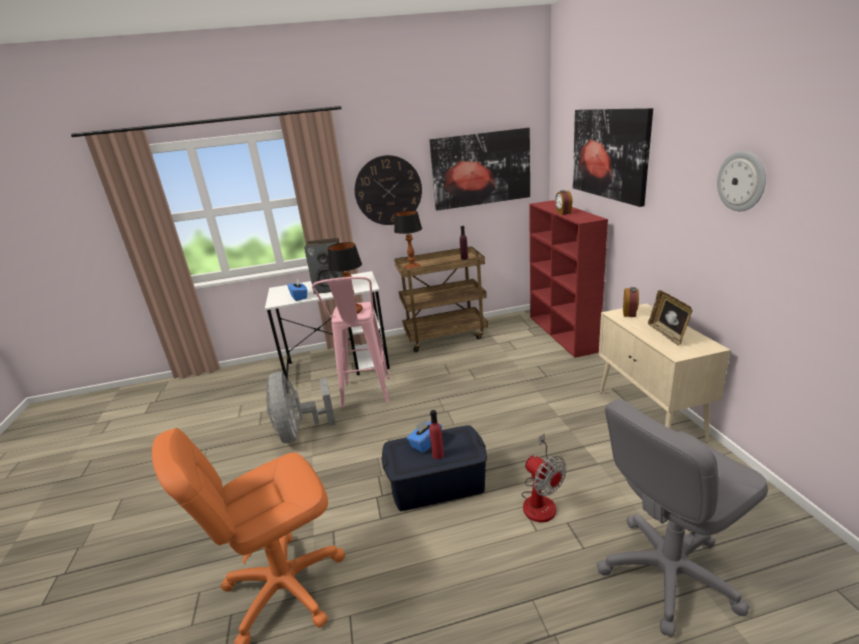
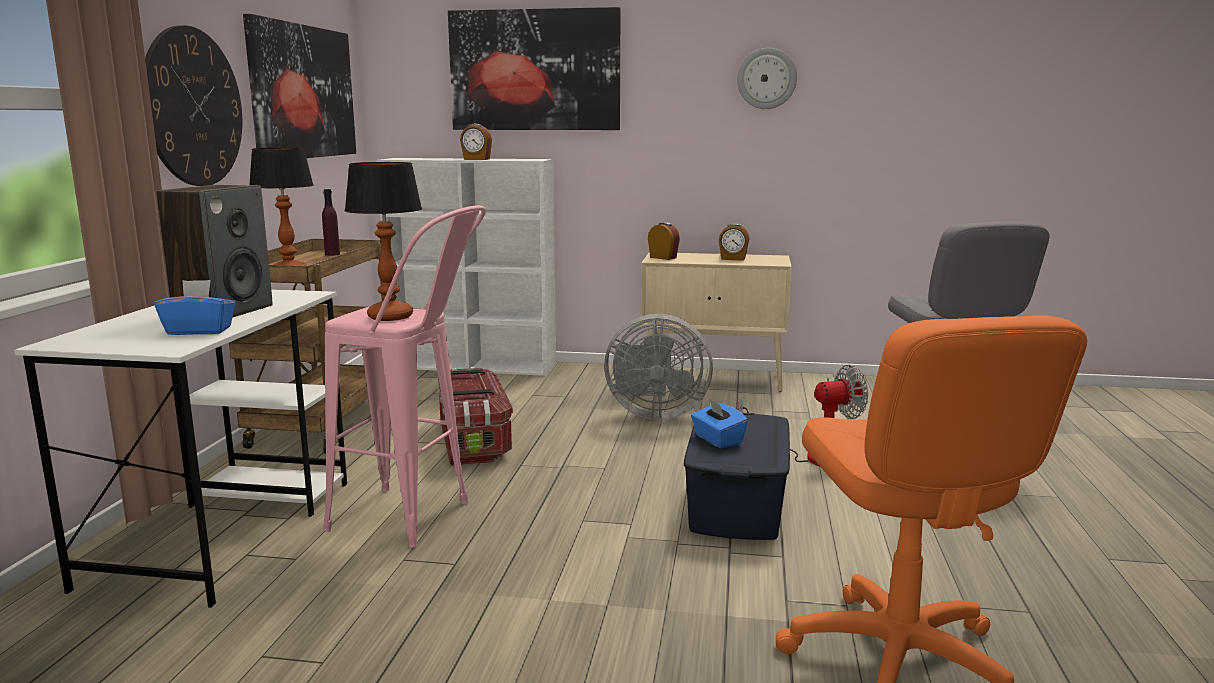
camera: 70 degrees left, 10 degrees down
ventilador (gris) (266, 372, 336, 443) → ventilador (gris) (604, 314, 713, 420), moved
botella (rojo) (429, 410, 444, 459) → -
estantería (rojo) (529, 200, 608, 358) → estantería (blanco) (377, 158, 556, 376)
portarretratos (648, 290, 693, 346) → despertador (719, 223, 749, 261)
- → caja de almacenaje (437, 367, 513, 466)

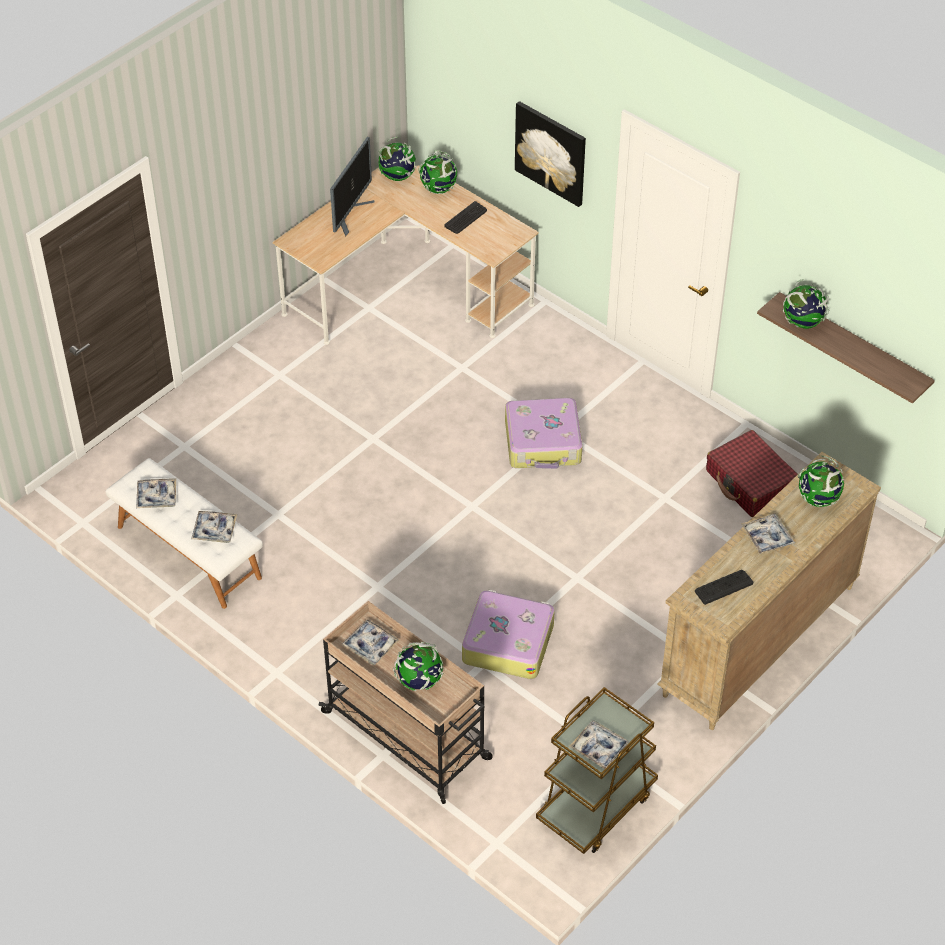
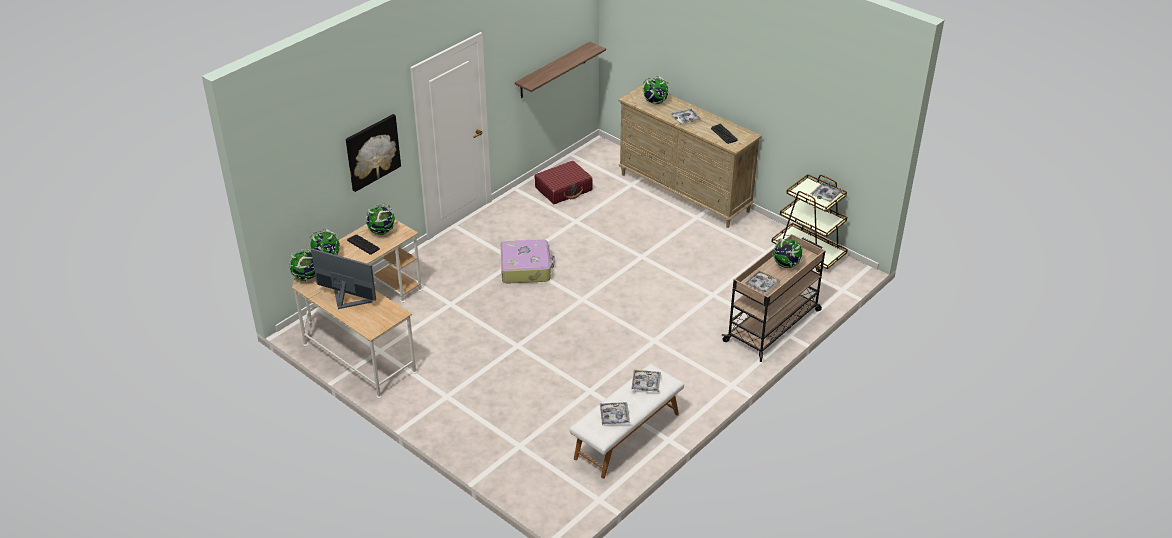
camera: 90 degrees left, 10 degrees down
maleta (462, 590, 555, 679) → -
globo terráqueo (783, 279, 830, 329) → globo terráqueo (366, 203, 395, 235), moved

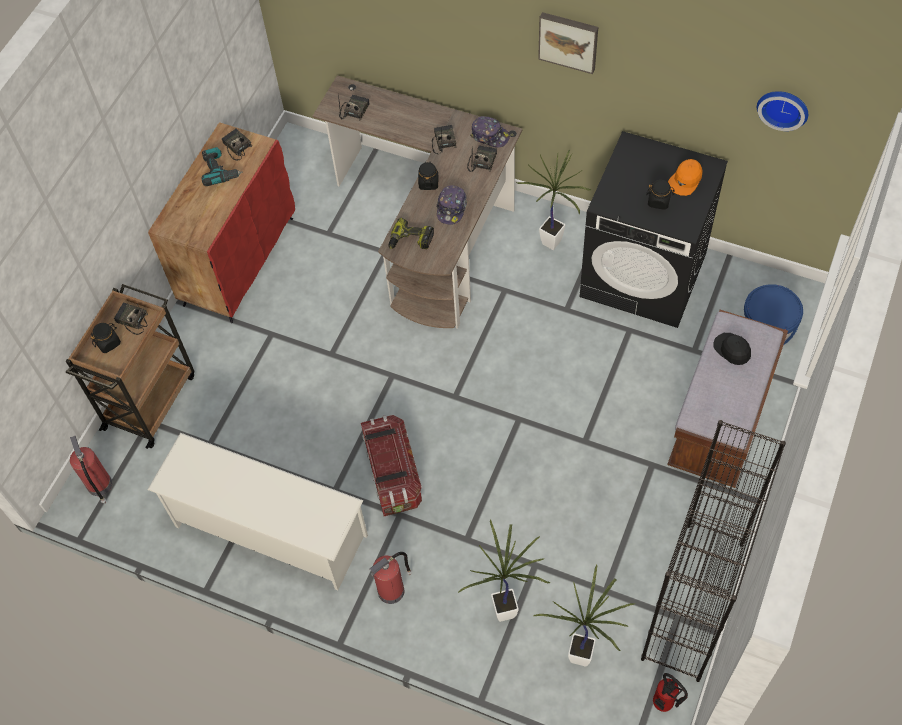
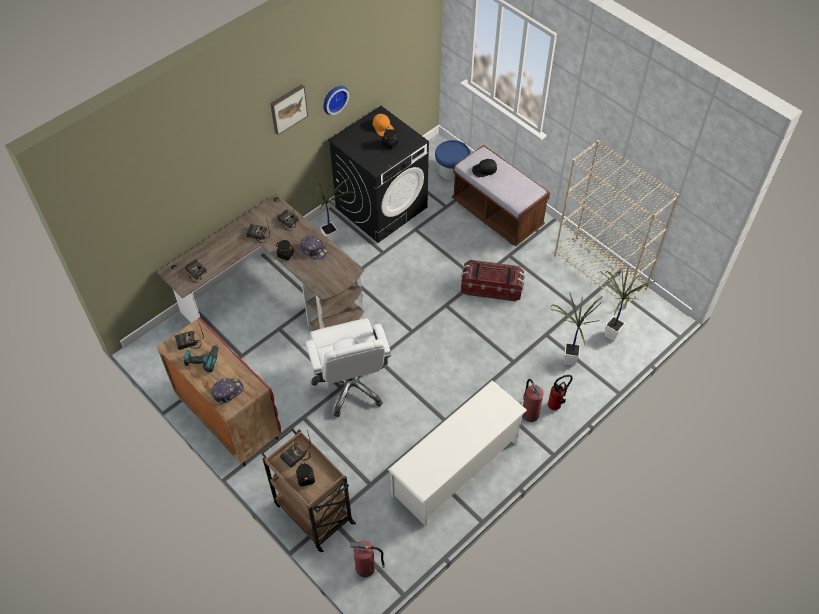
camera: 70 degrees left, 5 degrees down
caja de almacenaje (361, 415, 422, 516) → caja de almacenaje (461, 260, 525, 302), moved
taladro (388, 218, 434, 249) → -
gorra (470, 116, 510, 147) → gorra (212, 378, 244, 405), moved
estantería (negro) (641, 420, 786, 682) → estantería (beis) (554, 140, 679, 309)
extintor (653, 673, 688, 712) → extintor (548, 375, 573, 410), moved
reloj de pared (757, 91, 808, 131) → reloj de pared (324, 86, 349, 115), moved
- → silla de oficina (blanco) (305, 318, 391, 417)

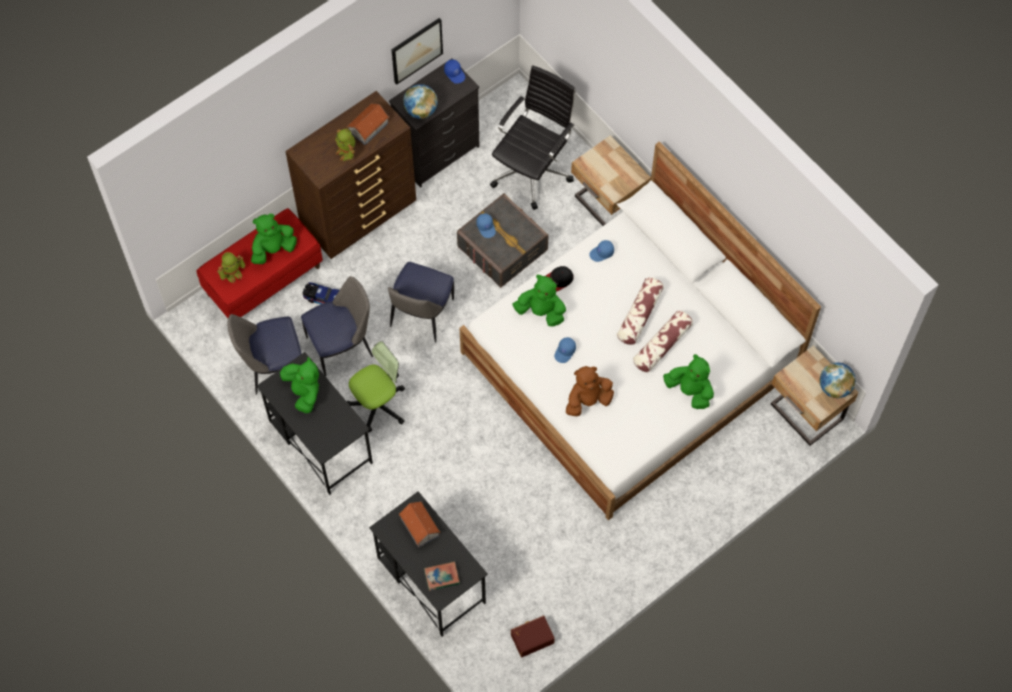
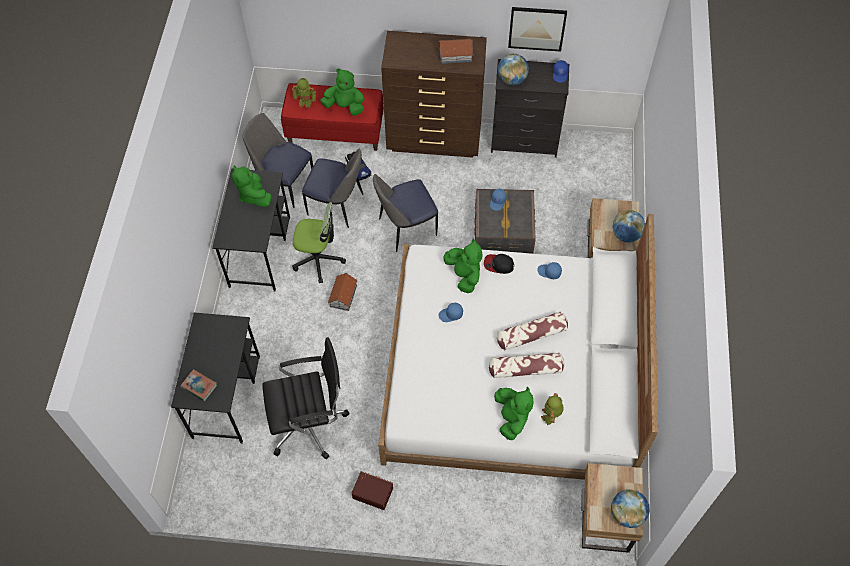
camera: 45 degrees right, 5 degrees down
peluche (verde) (280, 357, 319, 413) → peluche (verde) (232, 165, 272, 207), 135 degrees clockwise
robot de juguete (335, 129, 355, 161) → robot de juguete (541, 393, 564, 425), moved
casita (399, 501, 440, 548) → casita (328, 273, 357, 311), moved
silla de oficina (negro) (490, 66, 576, 210) → silla de oficina (negro) (262, 337, 350, 459), moved
caja de almacenaje (marrón) (511, 615, 555, 657) → caja de almacenaje (marrón) (352, 471, 393, 510), moved
peluche (marrón) (566, 366, 614, 416) → -
- → globo terráqueo (612, 210, 645, 242)

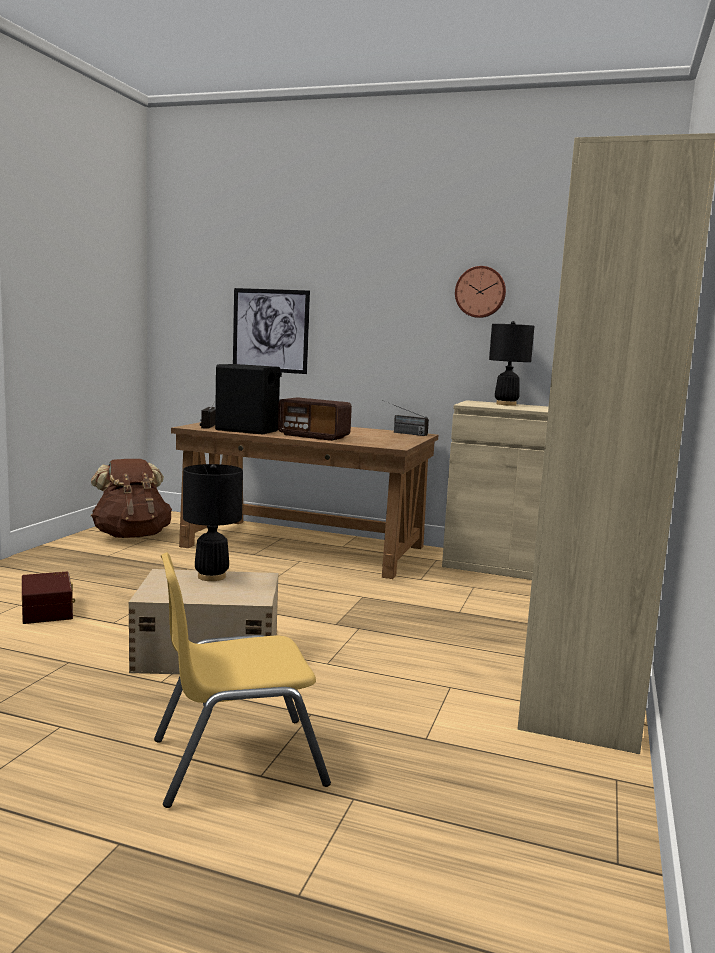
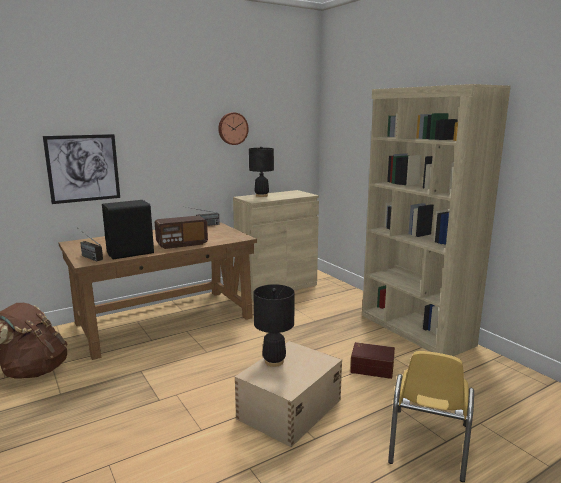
camera: 50 degrees left, 5 degrees up
caja de almacenaje (marrón) (22, 572, 75, 624) → caja de almacenaje (marrón) (350, 342, 395, 379), moved

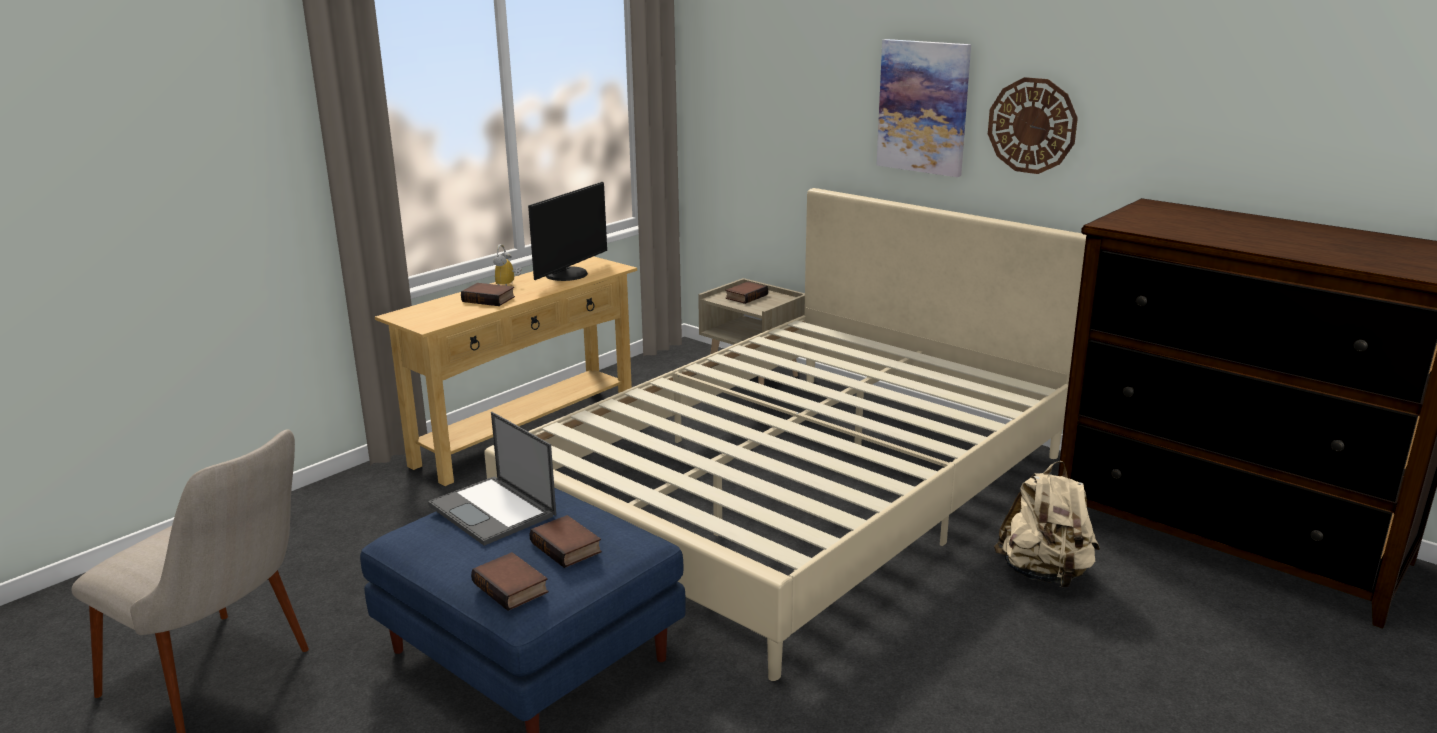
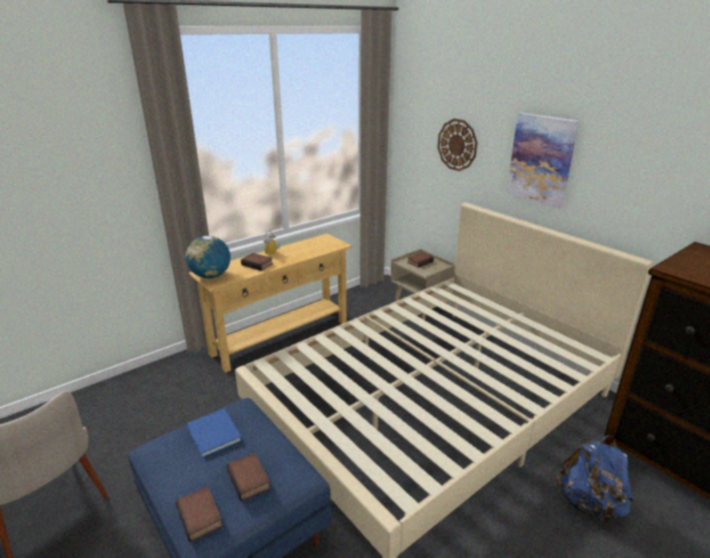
camera: 10 degrees right, 5 degrees up
portátil (428, 412, 556, 546) → libro (azul) (187, 409, 242, 458)
monitor (528, 182, 607, 281) → -
reloj de pared (988, 77, 1078, 174) → reloj de pared (438, 119, 477, 171), moved
mochila (beis) (994, 461, 1100, 588) → mochila (azul) (556, 435, 634, 523)
- → globo terráqueo (186, 236, 231, 278)

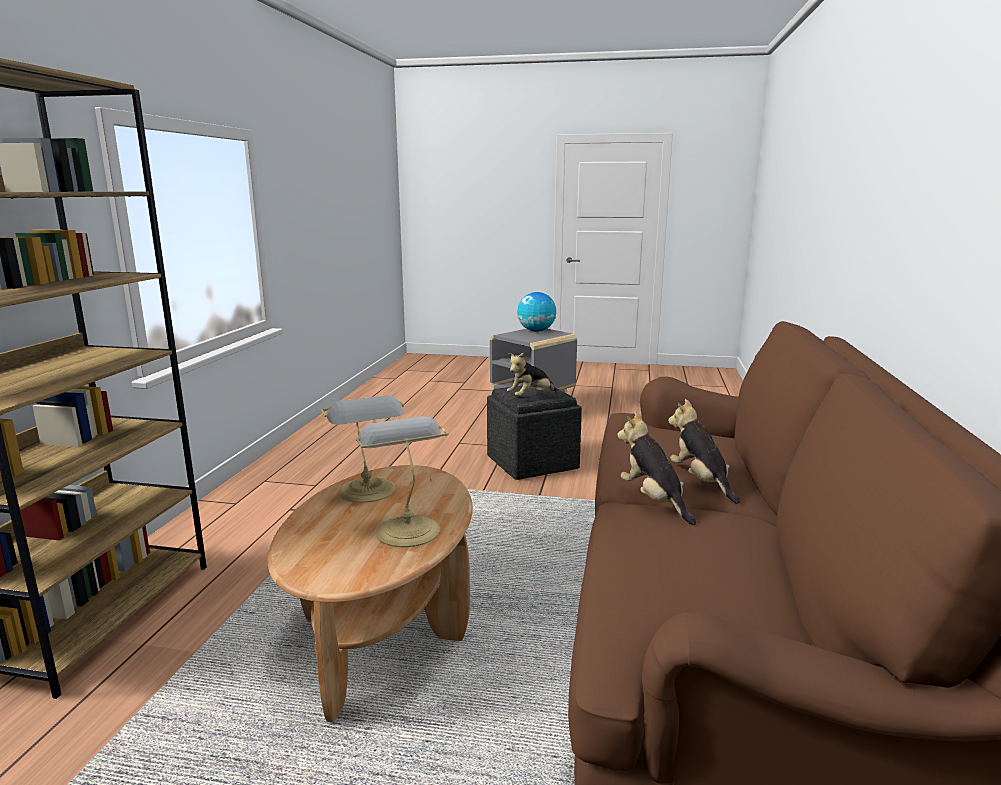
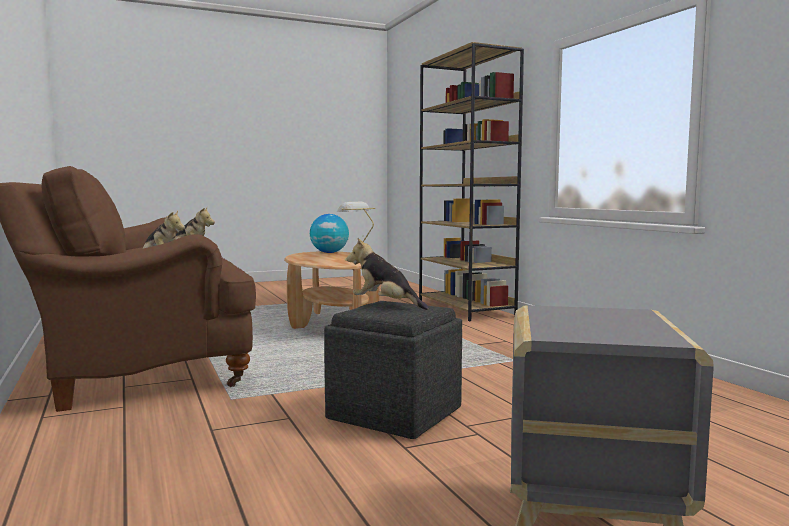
camera: 145 degrees right, 10 degrees down
lámpara de mesa (355, 416, 449, 547) → -
peluche (507, 352, 556, 396) → peluche (347, 238, 429, 310), 75 degrees counterclockwise
globo terráqueo (517, 292, 556, 332) → globo terráqueo (310, 214, 349, 253), moved

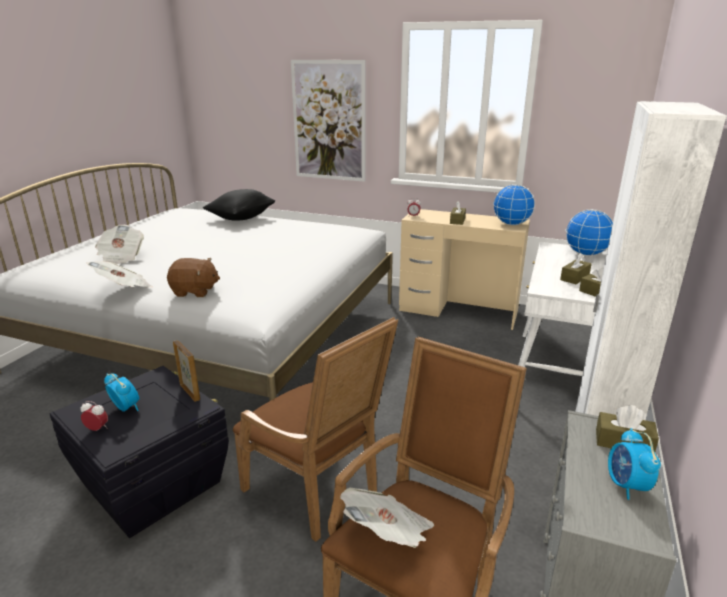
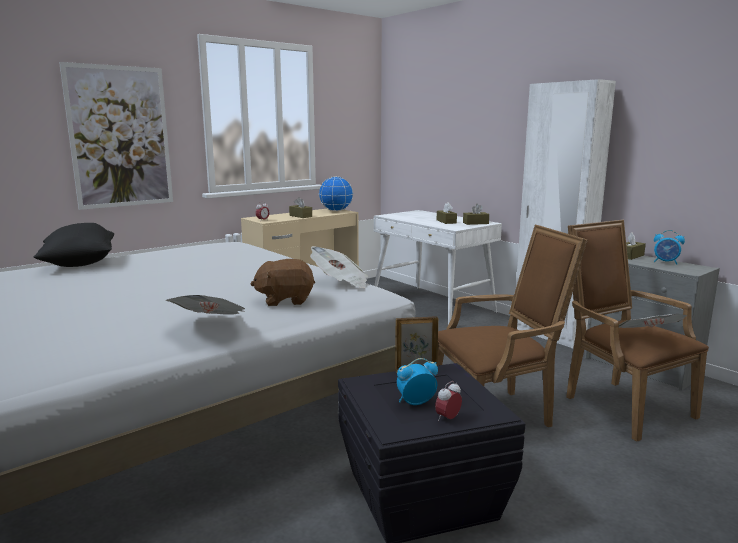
camera: 60 degrees left, 10 degrees down
periódico (95, 225, 144, 264) → periódico (310, 246, 368, 288), moved
peluche (marrón) (167, 258, 220, 297) → peluche (marrón) (250, 259, 315, 306), 135 degrees counterclockwise
globo terráqueo (566, 209, 613, 256) → -

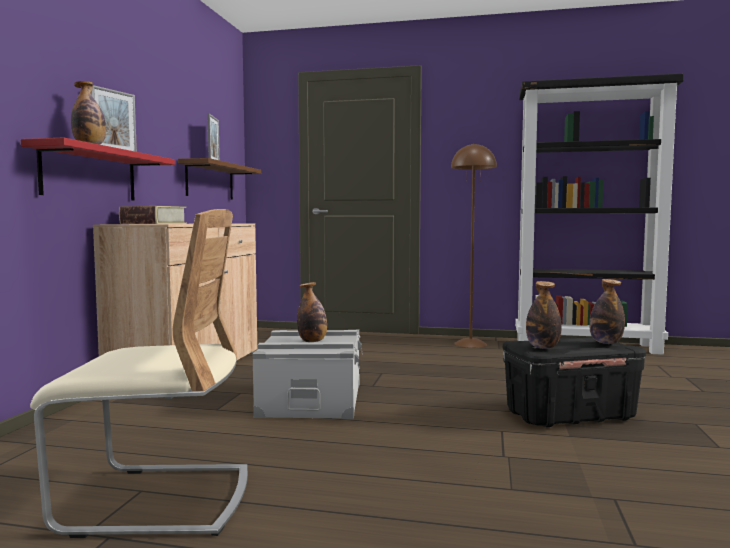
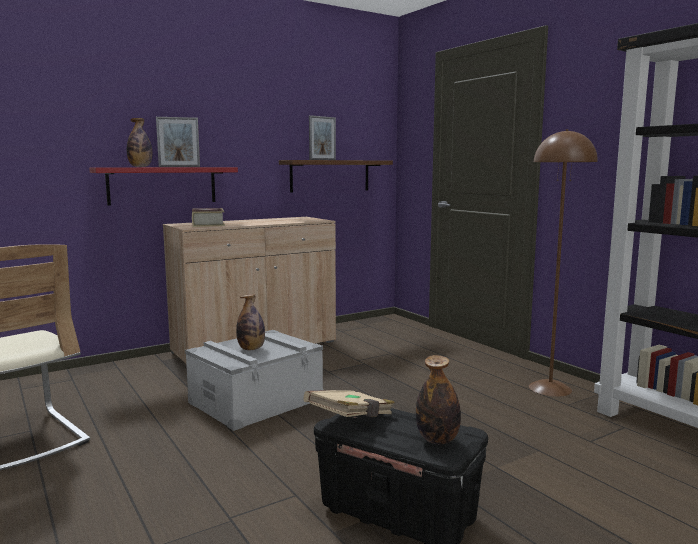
camera: 45 degrees right, 5 degrees up
botella (526, 281, 562, 349) → libro (beis) (303, 390, 395, 417)

